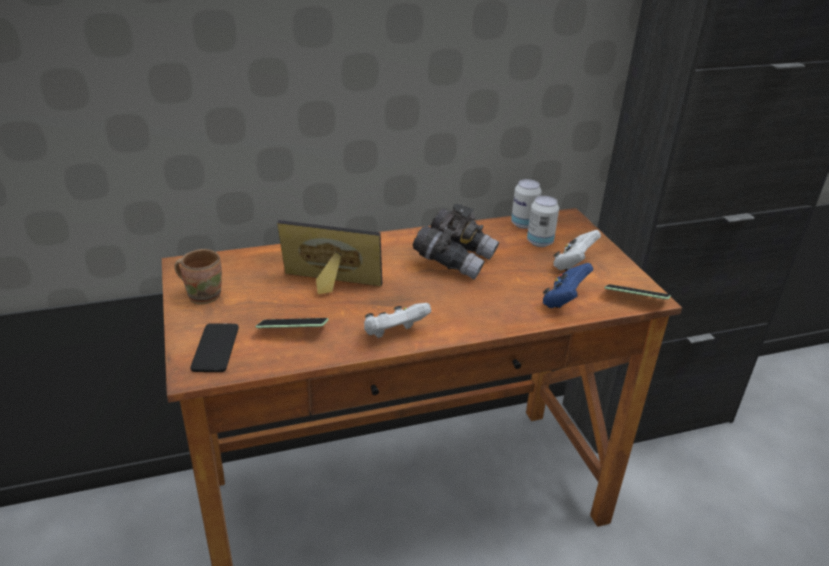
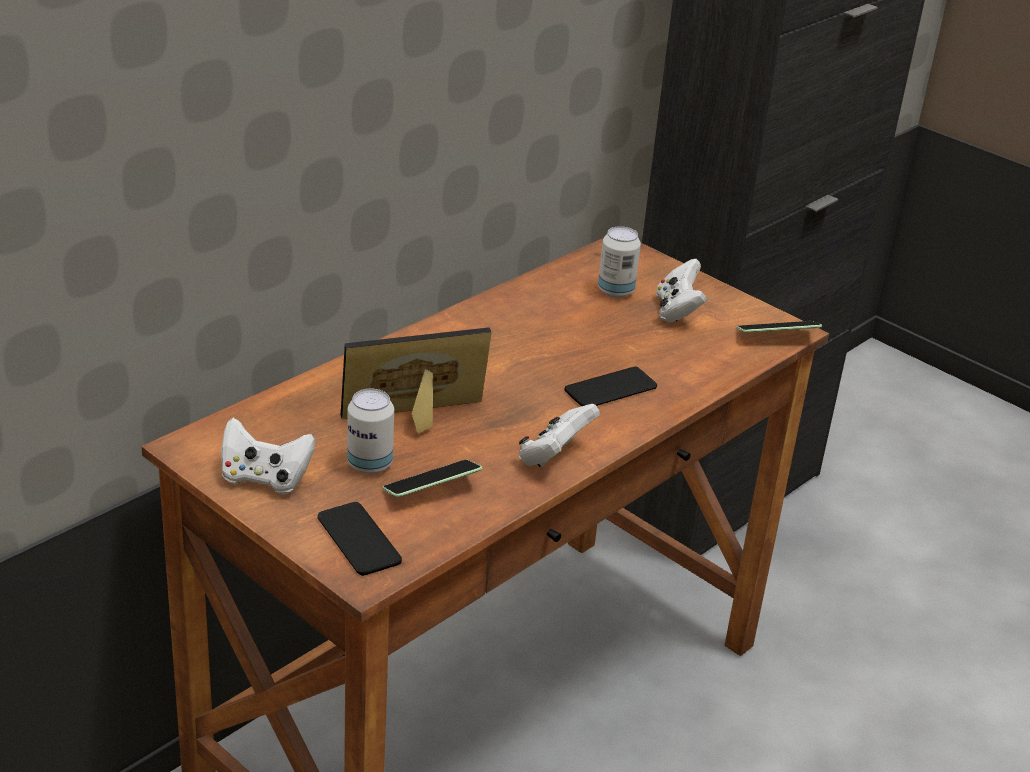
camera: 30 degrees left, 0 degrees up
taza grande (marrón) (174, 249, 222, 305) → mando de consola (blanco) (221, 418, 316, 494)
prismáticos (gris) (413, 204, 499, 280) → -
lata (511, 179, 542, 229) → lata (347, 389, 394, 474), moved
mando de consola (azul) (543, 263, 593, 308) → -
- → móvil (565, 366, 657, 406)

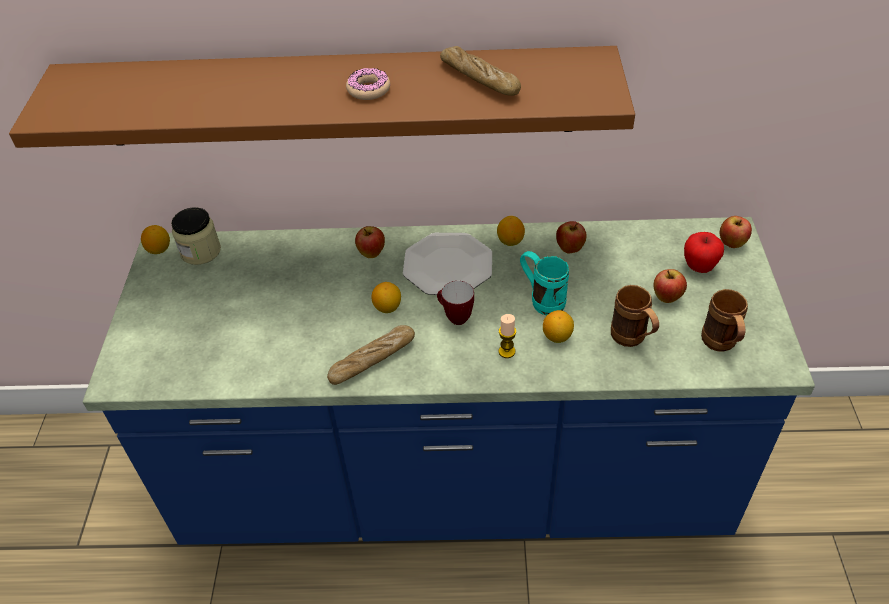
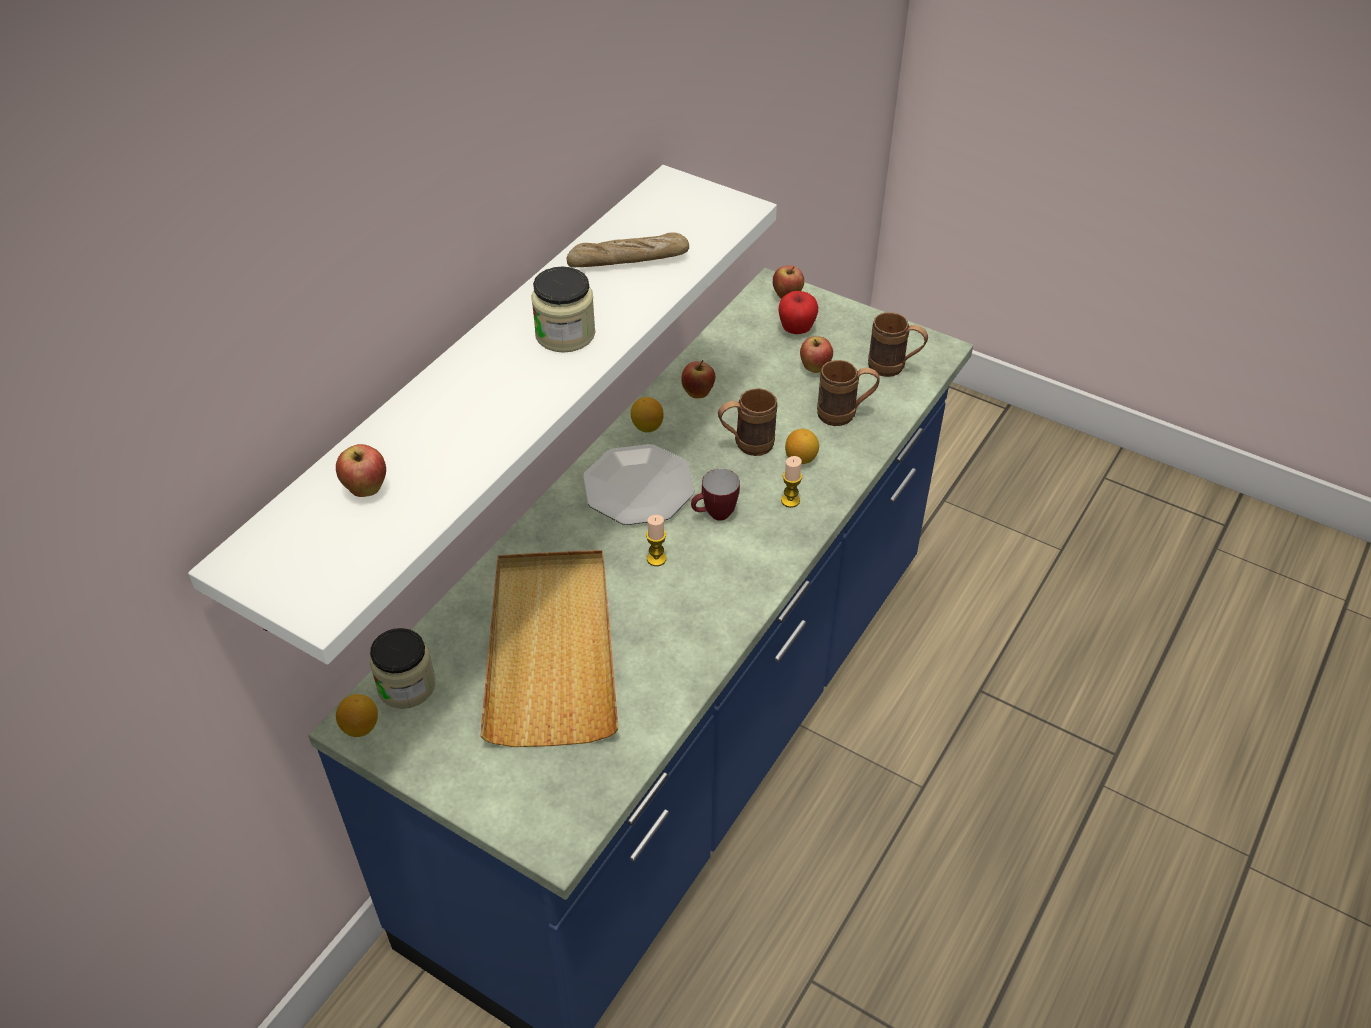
camera: 60 degrees left, 0 degrees up
estante (marrón) (9, 46, 635, 148) → estante (blanco) (188, 165, 777, 665)
pan (327, 325, 415, 385) → -
rosquilla (346, 68, 390, 100) → tarro (531, 266, 595, 353)
manzana (355, 226, 385, 258) → manzana (336, 444, 386, 497), moved
limón (371, 282, 401, 313) → vela (646, 515, 666, 566)
taza grande (turquesa) (520, 251, 569, 315) → taza grande (marrón) (718, 388, 778, 456)
- → bandeja (beis) (480, 550, 618, 747)

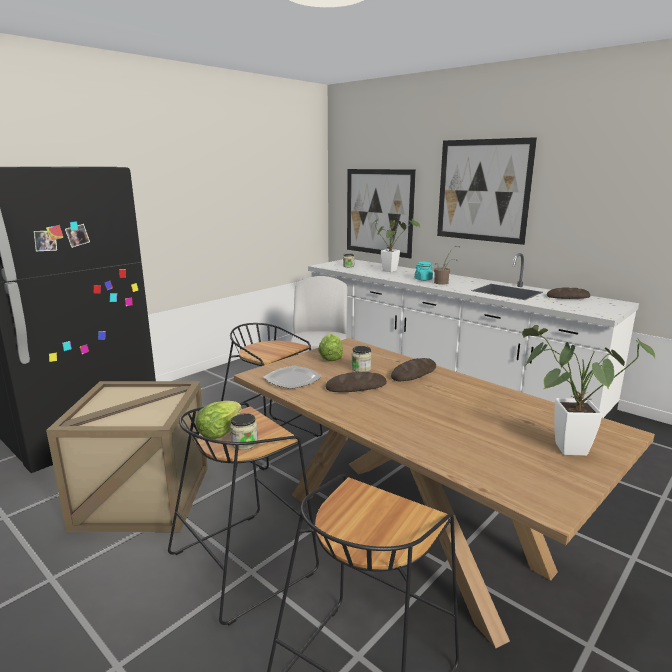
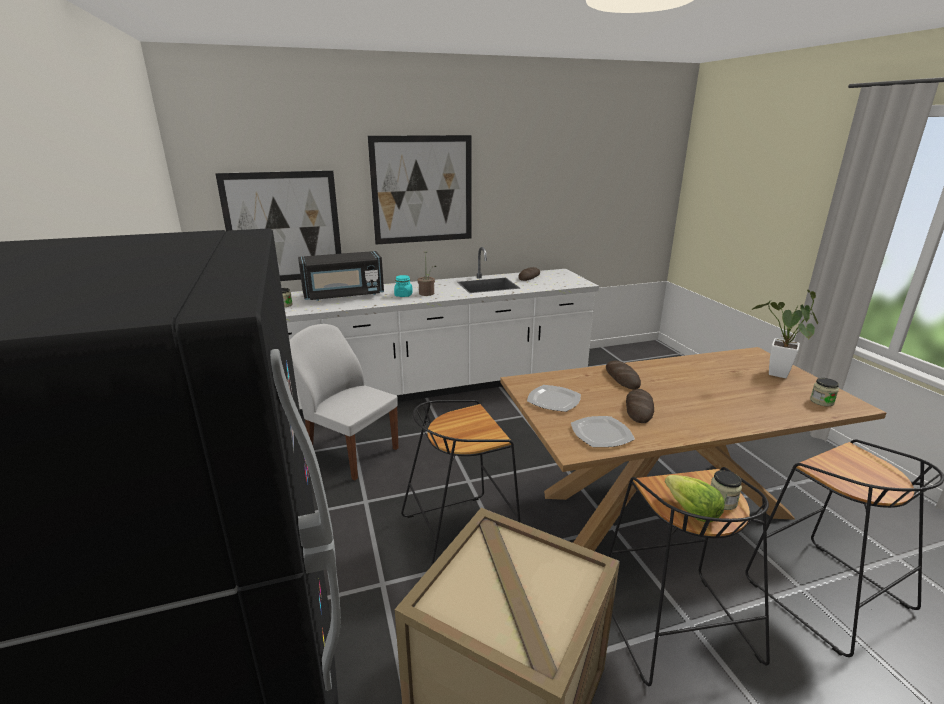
camera: 60 degrees left, 5 degrees up
lechuga (318, 334, 343, 361) → plato (527, 385, 581, 412)
tarro (351, 346, 372, 372) → tarro (810, 378, 839, 406), moved
planta en maceta (371, 219, 420, 272) → microondas (negro) (298, 251, 384, 301)

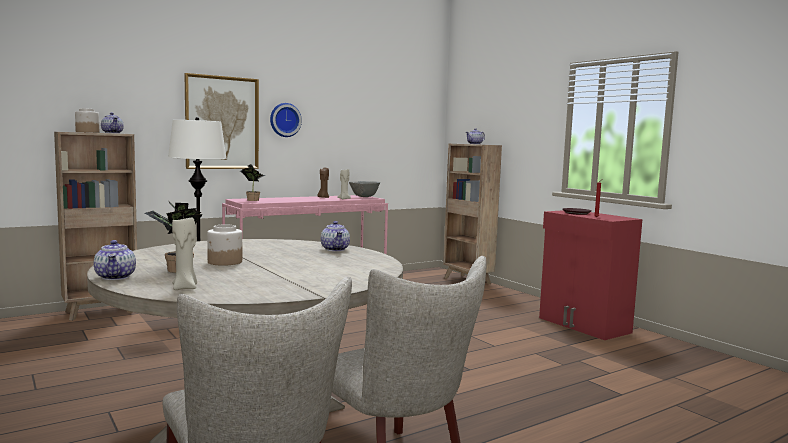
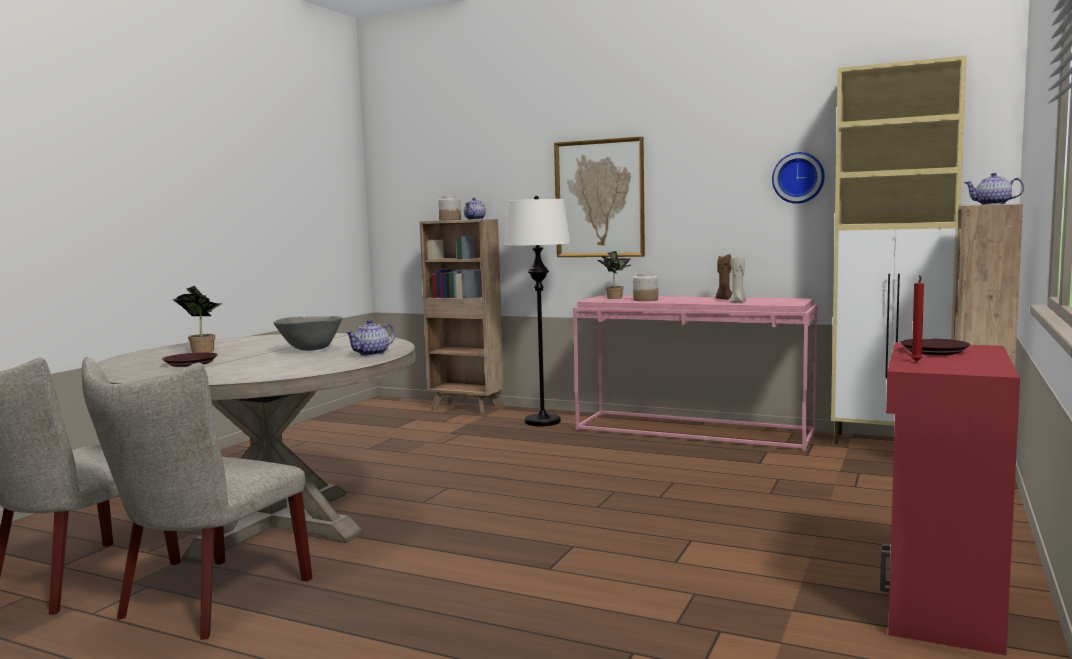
camera: 60 degrees right, 0 degrees up
tetera (94, 240, 136, 280) → -
vela (beis) (172, 217, 197, 290) → -
tarro (207, 224, 242, 266) → tarro (633, 272, 658, 301), moved
reloj de pared (270, 103, 302, 137) → reloj de pared (772, 152, 825, 204), moved
cuenco (gris) (349, 181, 380, 197) → cuenco (gris) (274, 316, 343, 351), moved
- → plato (marrón) (162, 352, 218, 367)
- → armario (beis) (831, 55, 967, 445)

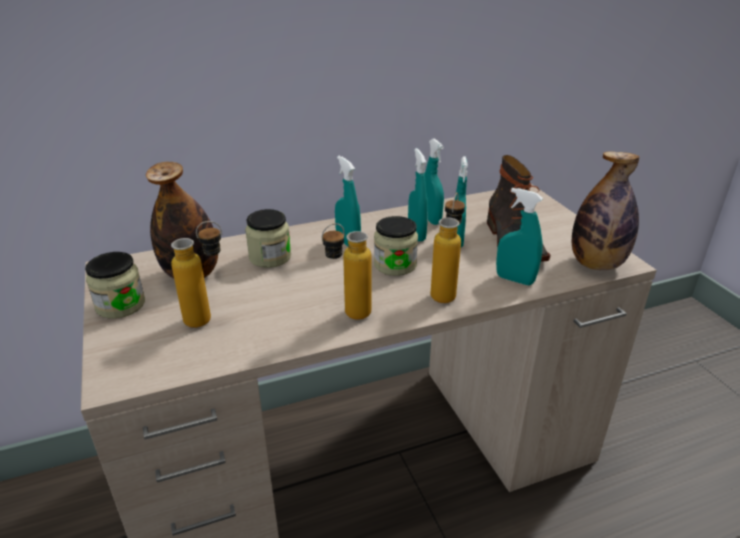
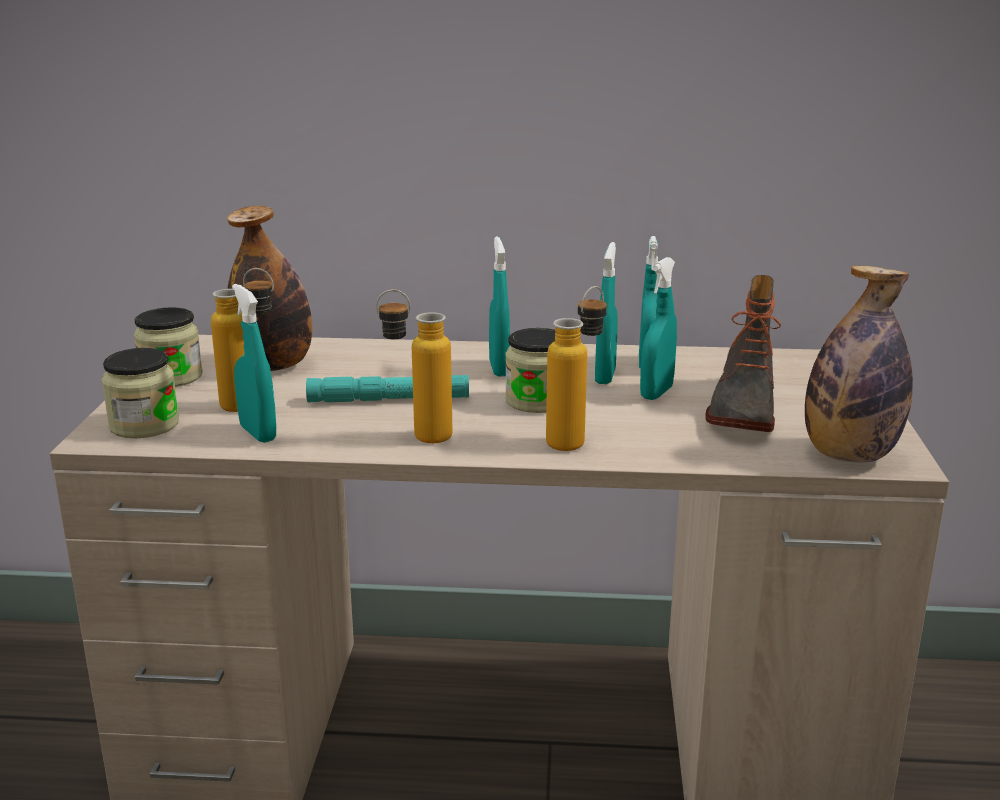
camera: 25 degrees right, 10 degrees down
tarro (245, 209, 291, 268) → tarro (101, 348, 179, 438), moved
pulverizador (turquesa) (496, 188, 543, 285) → pulverizador (turquesa) (232, 284, 276, 443), moved
- → linterna (turquesa) (306, 375, 469, 403)

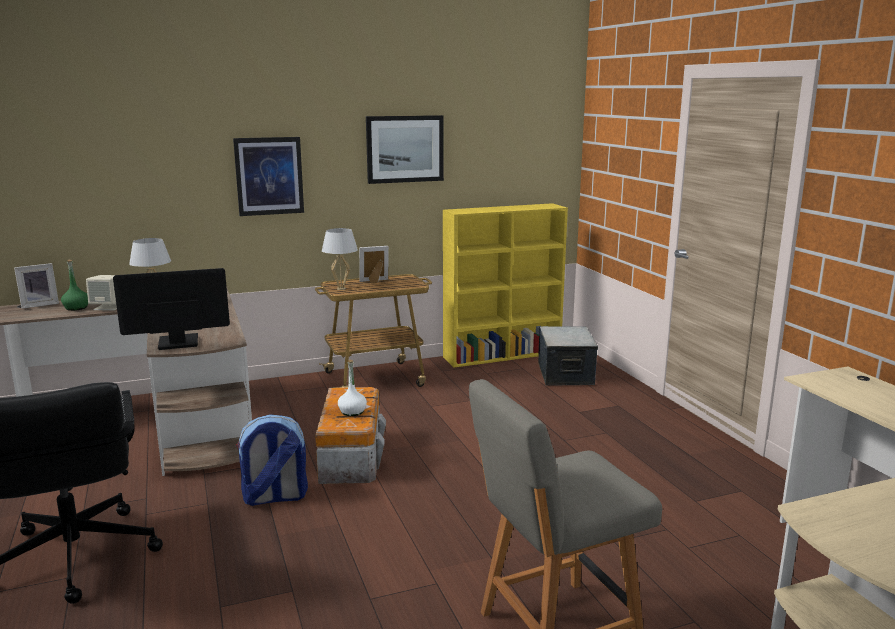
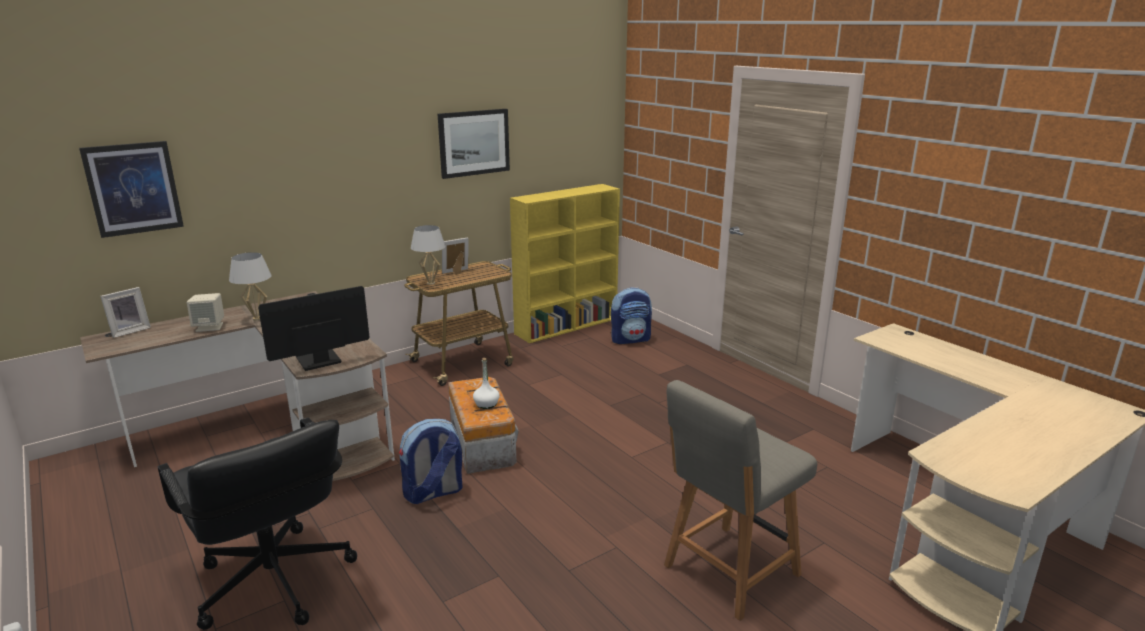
camera: 15 degrees left, 5 degrees up
botella (verde) (61, 260, 88, 311) → -
cuadro (233, 137, 304, 216) → cuadro (79, 141, 184, 238), moved
caja de almacenaje (538, 326, 598, 386) → mochila (611, 287, 652, 344)

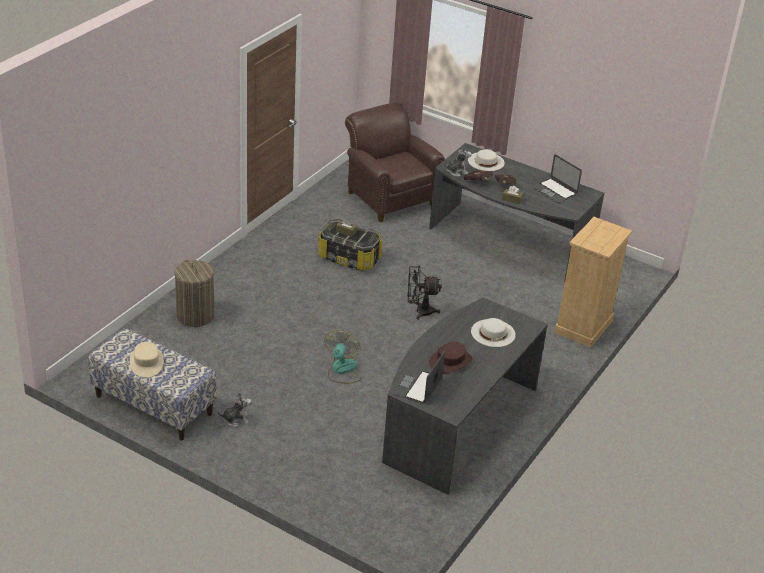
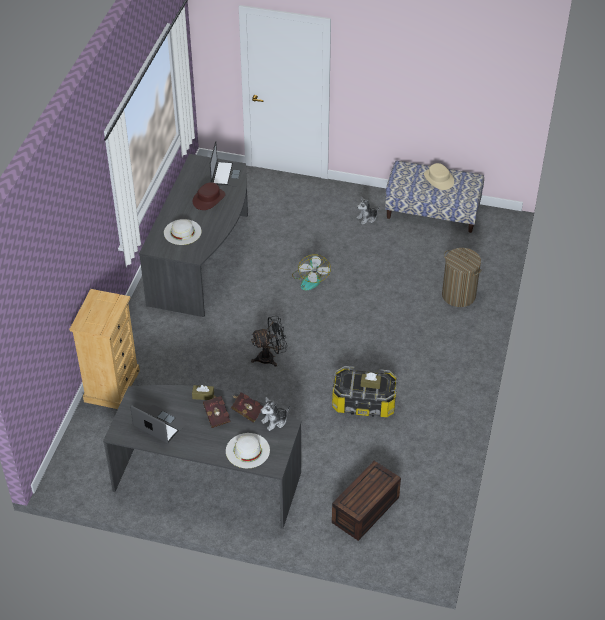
camera: 165 degrees right, 10 degrees up
sillón (marrón) (345, 103, 445, 222) → caja de almacenaje (marrón) (332, 461, 401, 541)

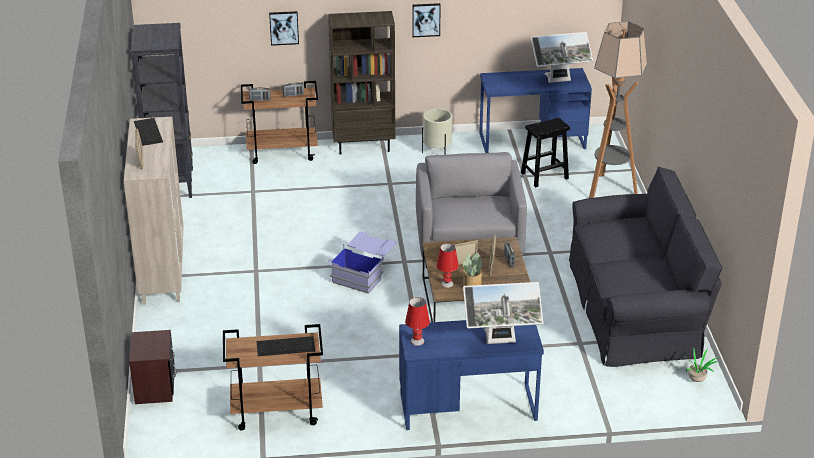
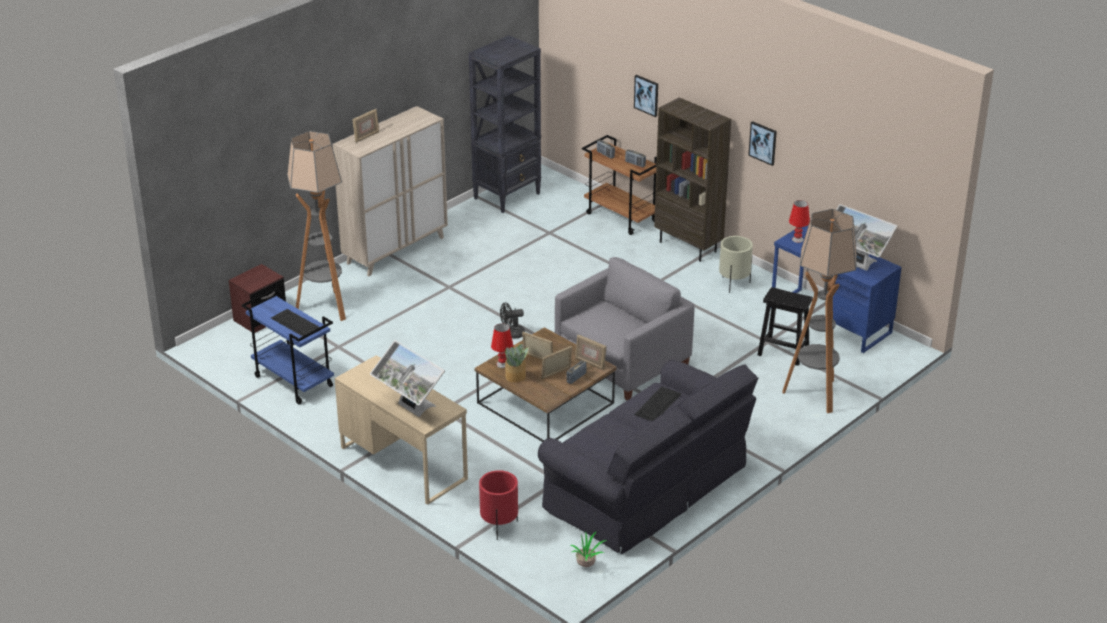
camera: 50 degrees right, 0 degrees up
teclado (134, 118, 163, 146) → teclado (634, 386, 682, 421), moved
carrito (marrón) (223, 324, 323, 430) → carrito (azul) (242, 288, 334, 405)
caja de almacenaje (azul) (329, 232, 397, 294) → ventilador (negro) (500, 302, 525, 338)
escritorio (azul) (399, 320, 544, 430) → escritorio (beis) (335, 355, 468, 505)
lámpara de mesa (rojo) (405, 297, 430, 346) → lámpara de mesa (rojo) (789, 200, 810, 243), moved
- → lámpara de pie (287, 131, 346, 321)
- → maceta (rojo) (479, 470, 518, 540)
- → portarretratos (575, 335, 606, 370)

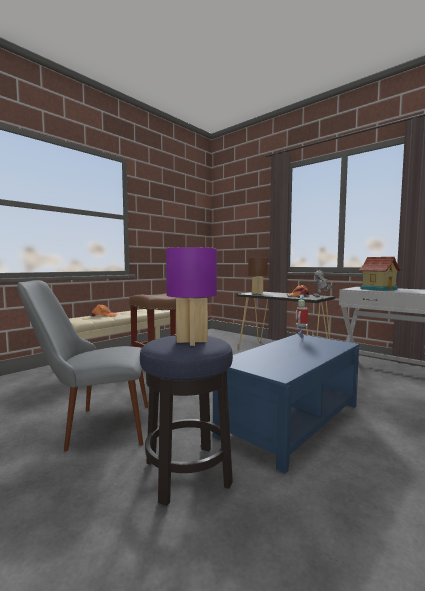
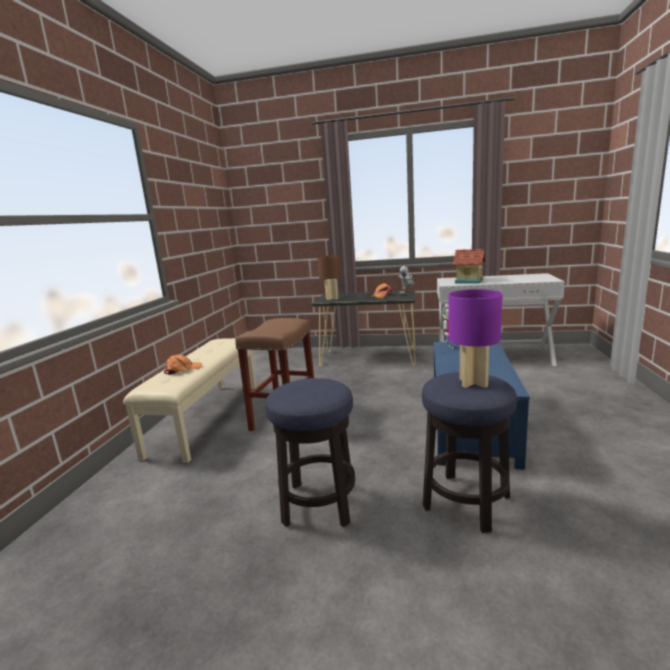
camera: 30 degrees left, 10 degrees up
silla (gris) (18, 280, 148, 452) → taburete (265, 378, 355, 527)

